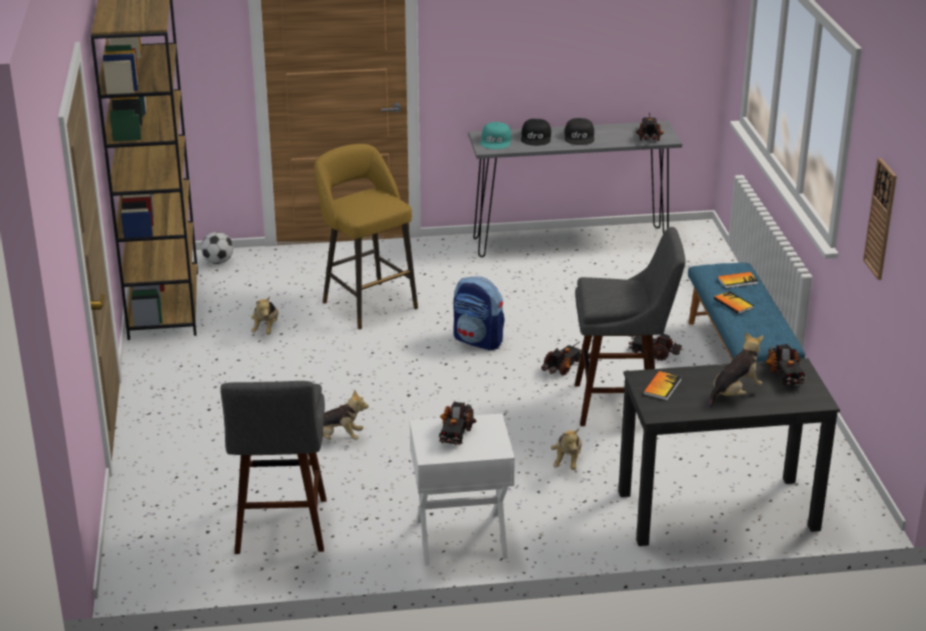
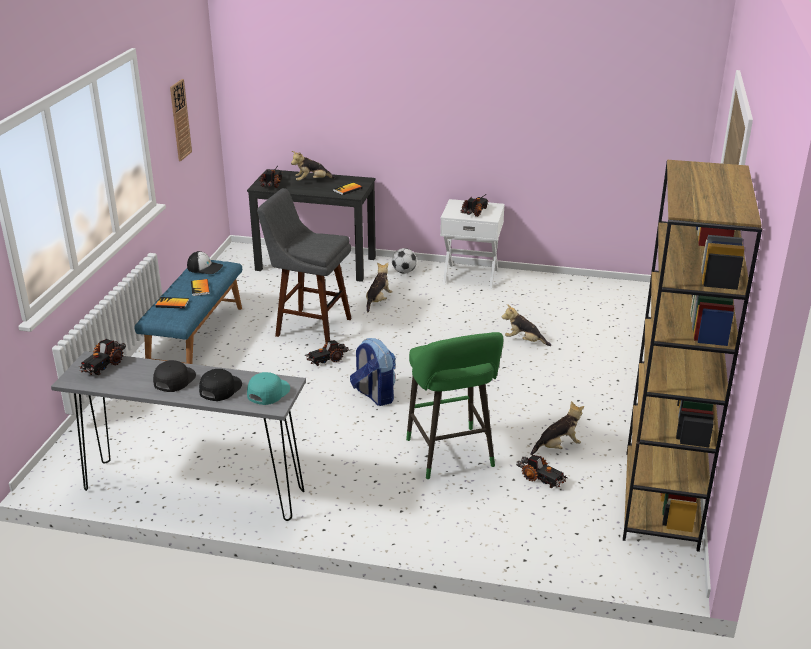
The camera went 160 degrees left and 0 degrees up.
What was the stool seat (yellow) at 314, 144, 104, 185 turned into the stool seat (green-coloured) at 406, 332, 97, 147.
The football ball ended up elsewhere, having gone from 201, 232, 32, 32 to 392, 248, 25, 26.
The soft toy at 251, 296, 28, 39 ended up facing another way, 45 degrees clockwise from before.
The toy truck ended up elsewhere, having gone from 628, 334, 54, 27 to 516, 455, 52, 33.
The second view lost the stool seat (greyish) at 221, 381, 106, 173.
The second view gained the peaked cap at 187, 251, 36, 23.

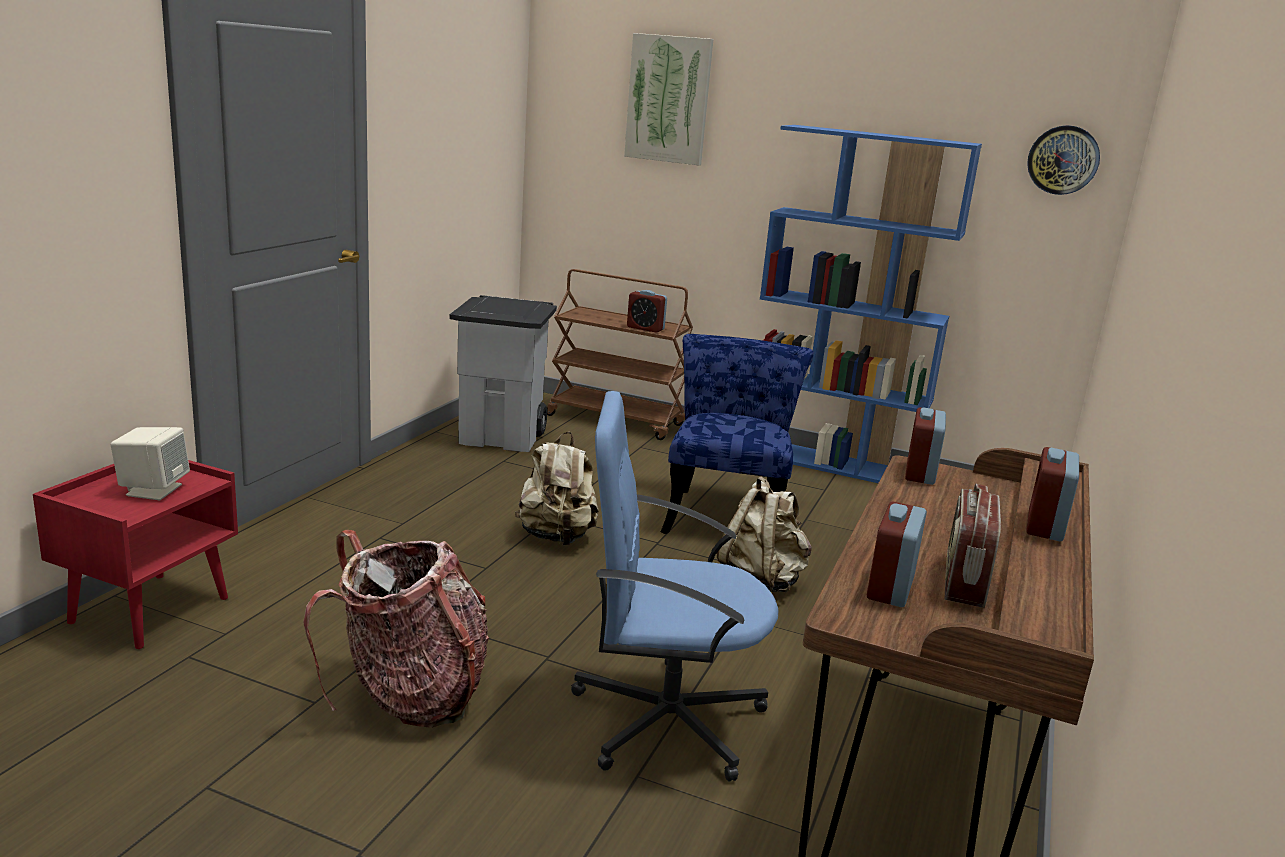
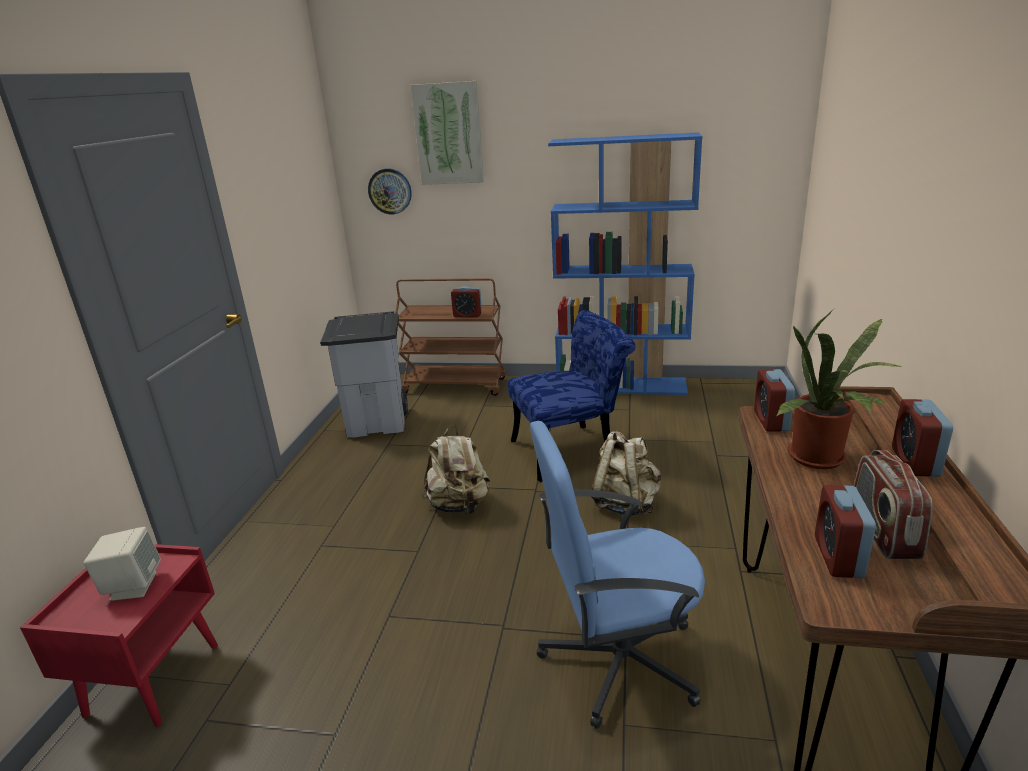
The camera went 10 degrees left and 5 degrees up.
The wall clock ended up elsewhere, having gone from 1027, 125, 73, 70 to 368, 168, 44, 47.
The upright chair (bluish) at 661, 334, 153, 200 ended up facing another way, 75 degrees clockwise from before.
The second view lost the rucksack at 303, 530, 186, 198.
The second view gained the potted plant at 776, 310, 126, 159.

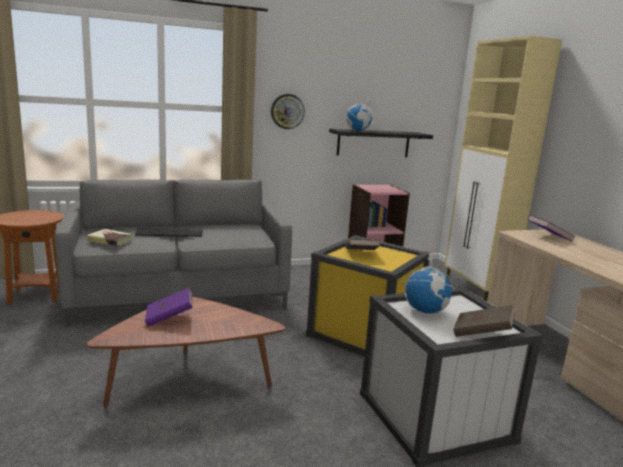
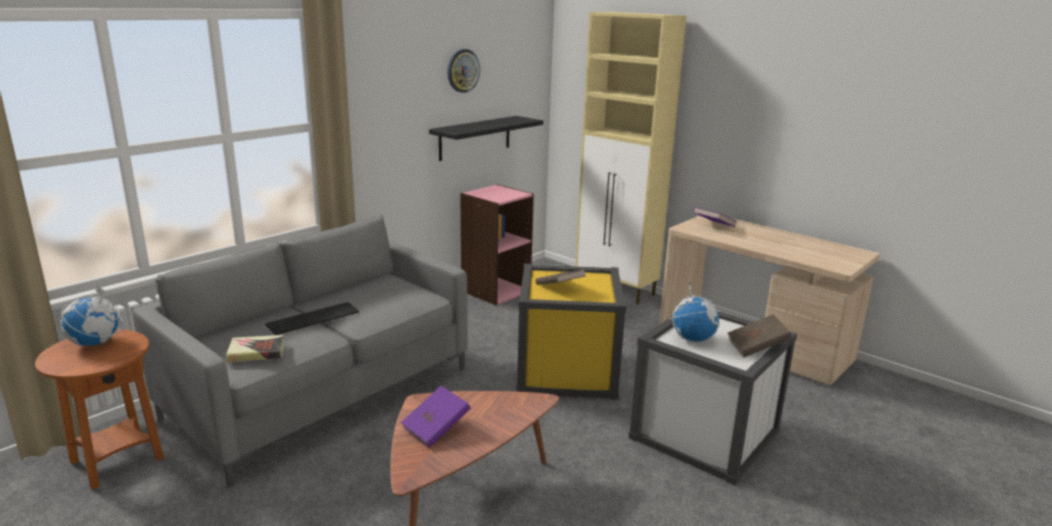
The camera went 30 degrees left and 5 degrees up.
The wall clock ended up elsewhere, having gone from 271, 94, 34, 35 to 447, 49, 33, 44.
The world globe ended up elsewhere, having gone from 346, 97, 27, 34 to 61, 284, 62, 62.

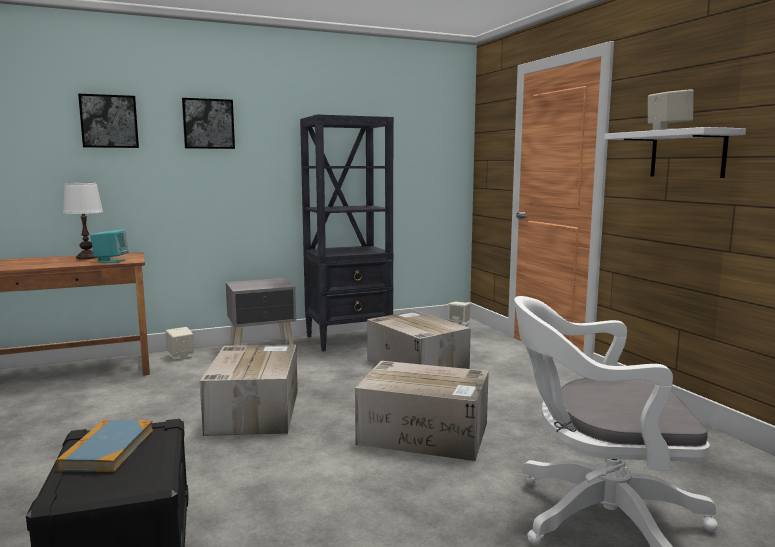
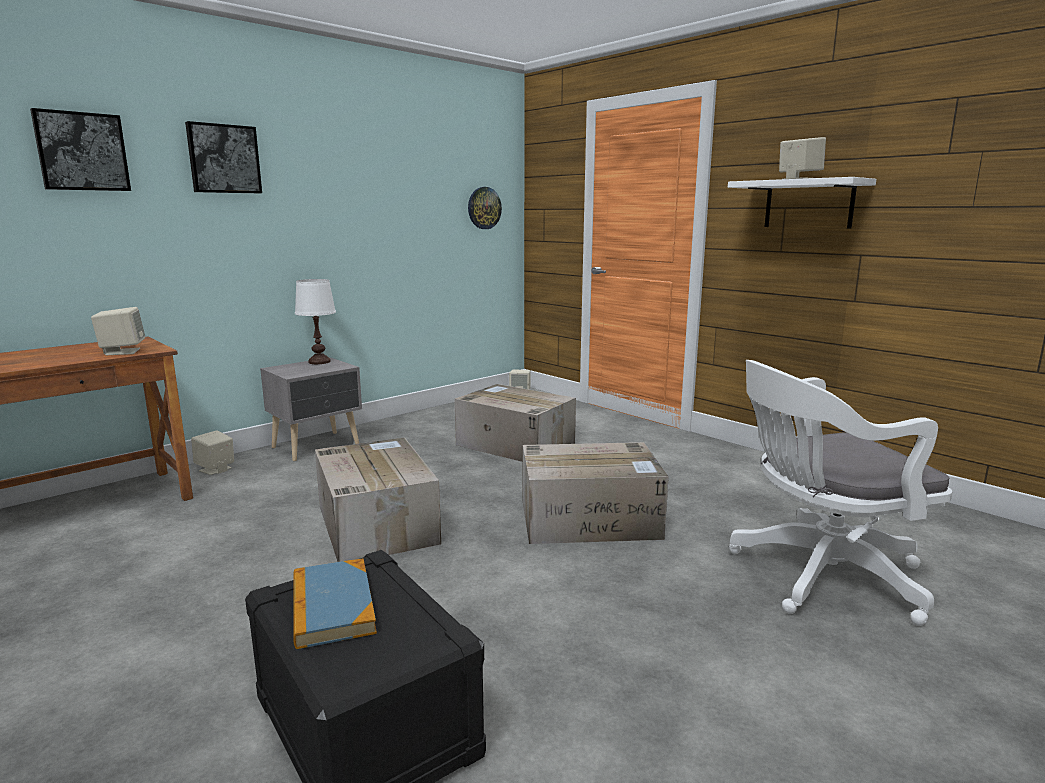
The camera went 20 degrees left and 5 degrees up.
The second view lost the shelving unit (black) at 300, 114, 94, 238.
The table lamp (white) ended up elsewhere, having gone from 63, 182, 40, 77 to 295, 279, 41, 85.
What was the loudspeaker (turquoise-coloured) at 90, 230, 39, 33 turned into the loudspeaker (beige-coloured) at 91, 307, 54, 48.
The second view gained the wall clock at 468, 187, 34, 42.

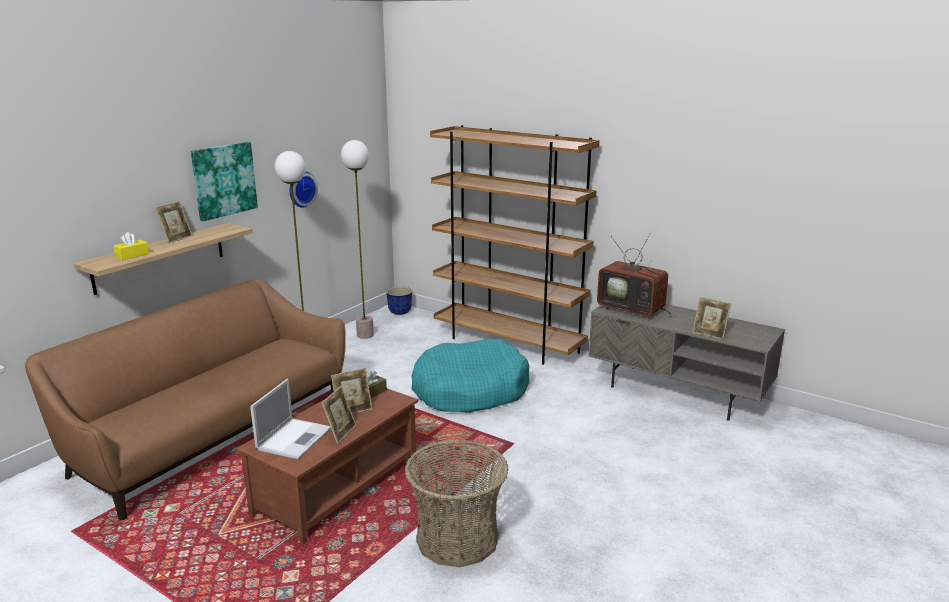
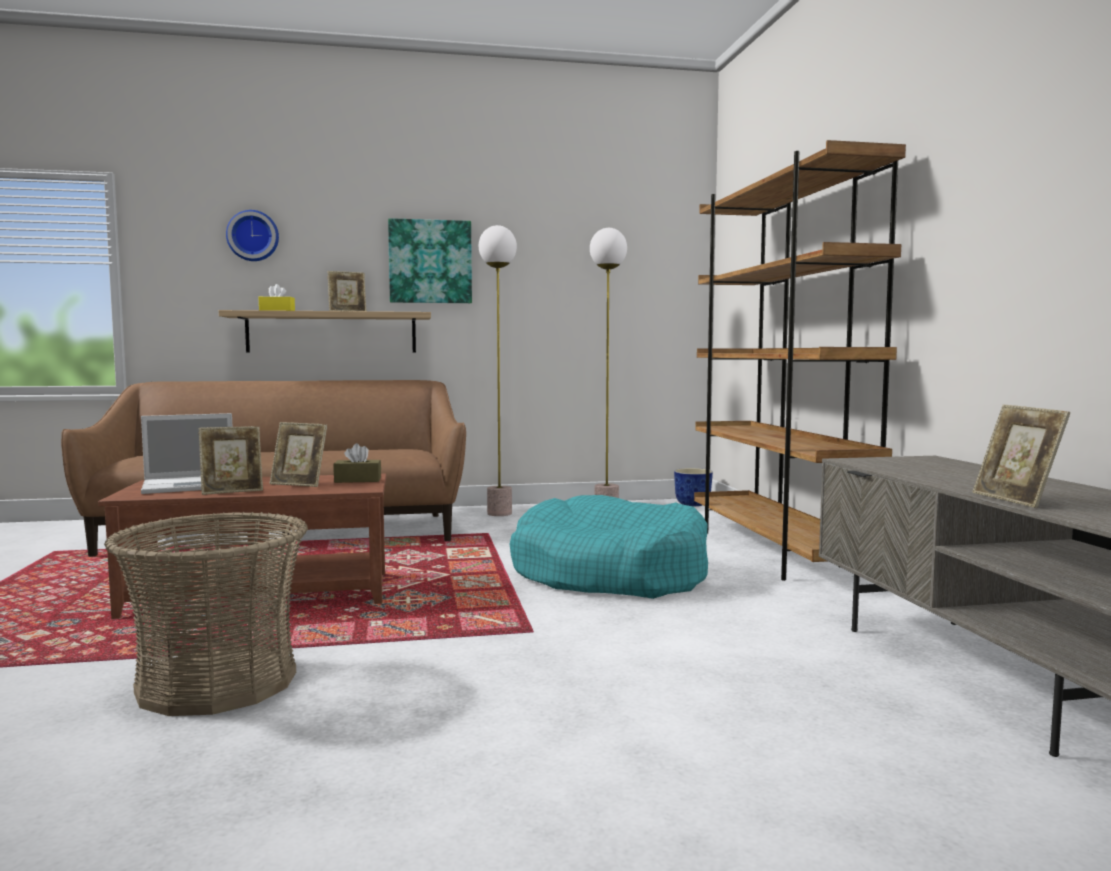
The camera went 45 degrees right and 15 degrees down.
The wall clock ended up elsewhere, having gone from 290, 171, 28, 37 to 226, 210, 53, 51.
The second view lost the TV set at 597, 233, 75, 85.

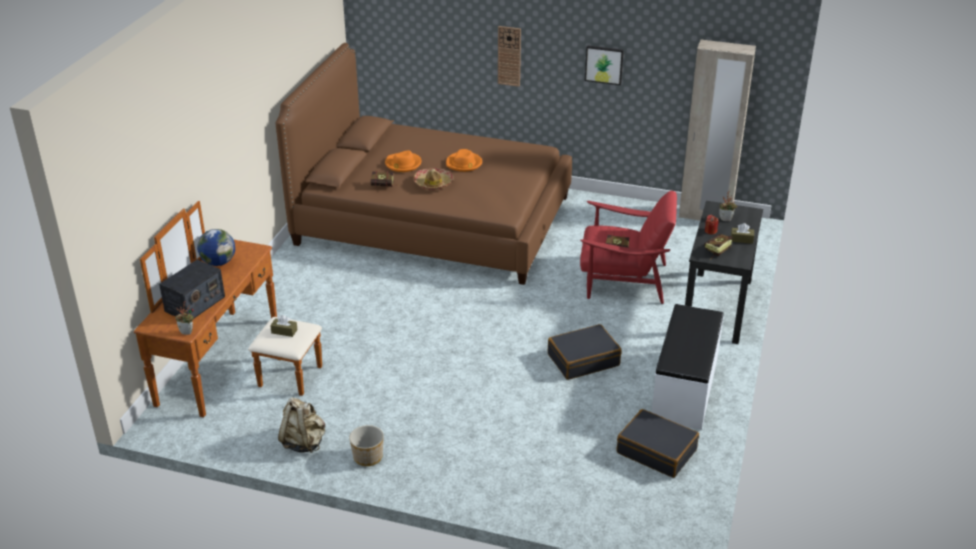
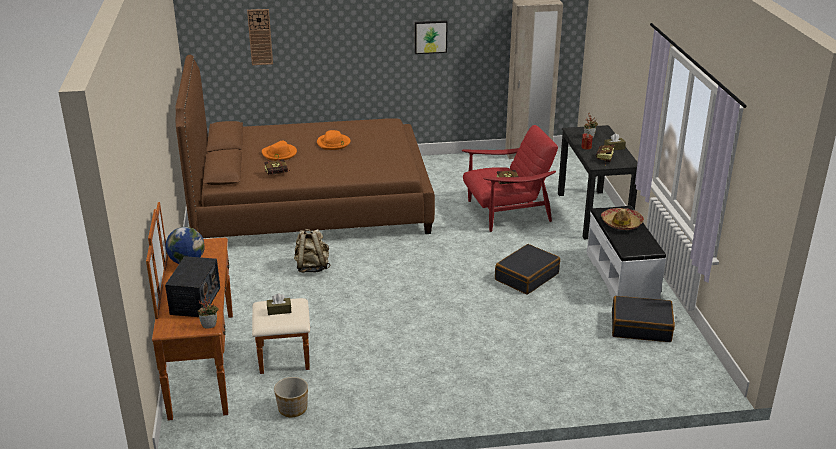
The camera went 25 degrees left and 5 degrees down.
The wall clock ended up elsewhere, having gone from 498, 26, 23, 61 to 247, 9, 26, 56.
The wearable hat ended up elsewhere, having gone from 413, 168, 41, 22 to 601, 208, 43, 22.
The rucksack (beige-coloured) ended up elsewhere, having gone from 278, 398, 47, 55 to 294, 229, 36, 44.
The flower pot ended up elsewhere, having gone from 349, 425, 35, 41 to 274, 377, 34, 40.

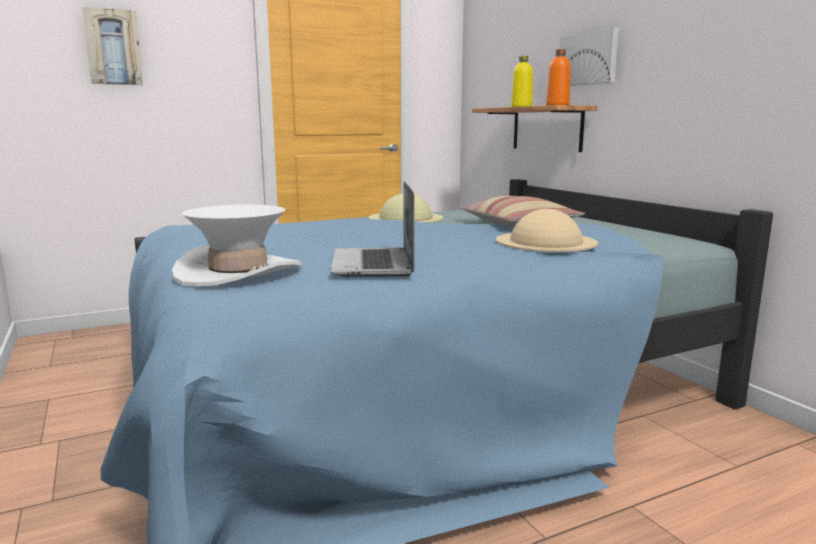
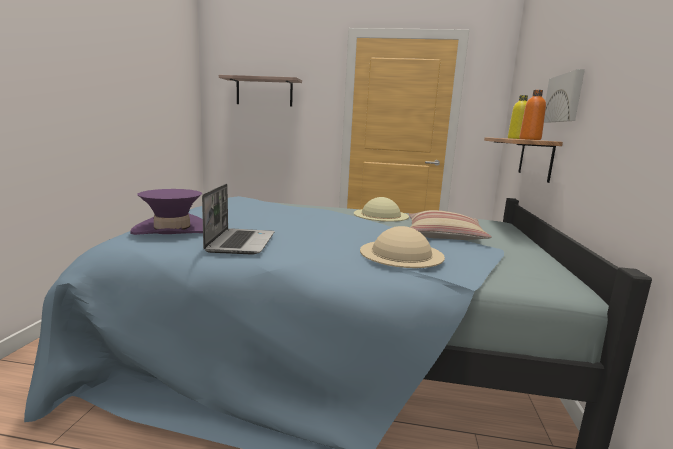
The camera went 35 degrees right and 0 degrees up.
Where the wall art hung at 82, 7, 61, 78, the wall shelf came to hang at 219, 75, 83, 32.
The portable computer at 331, 181, 83, 96 ended up facing another way, 150 degrees clockwise from before.
What was the wearable hat (white) at 172, 205, 130, 81 turned into the wearable hat (purplish) at 130, 189, 73, 46.

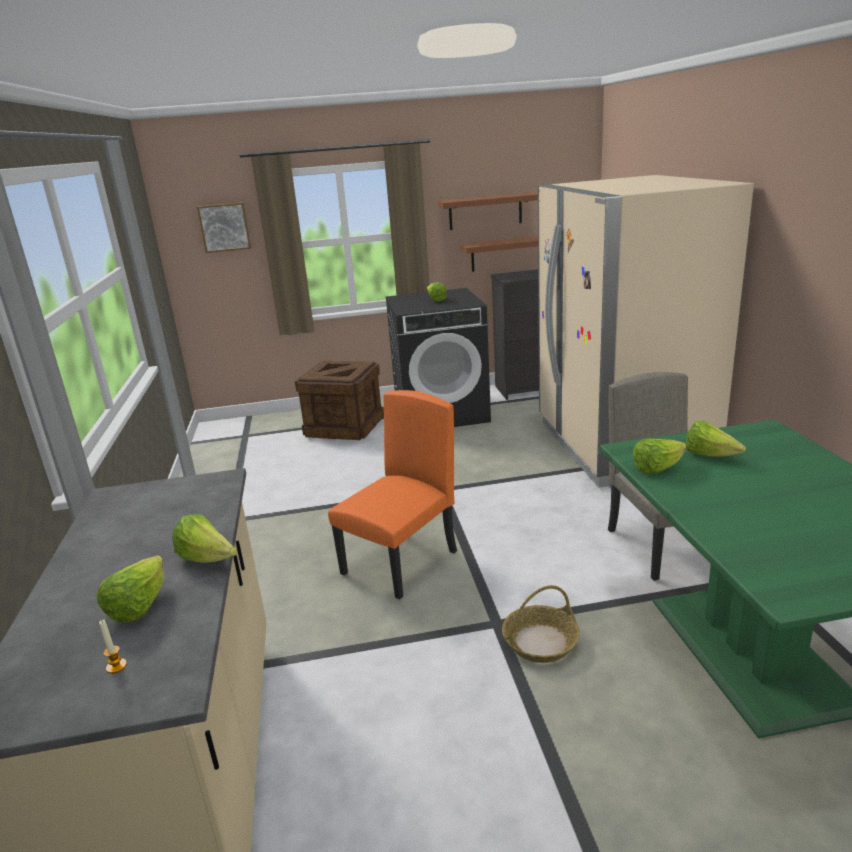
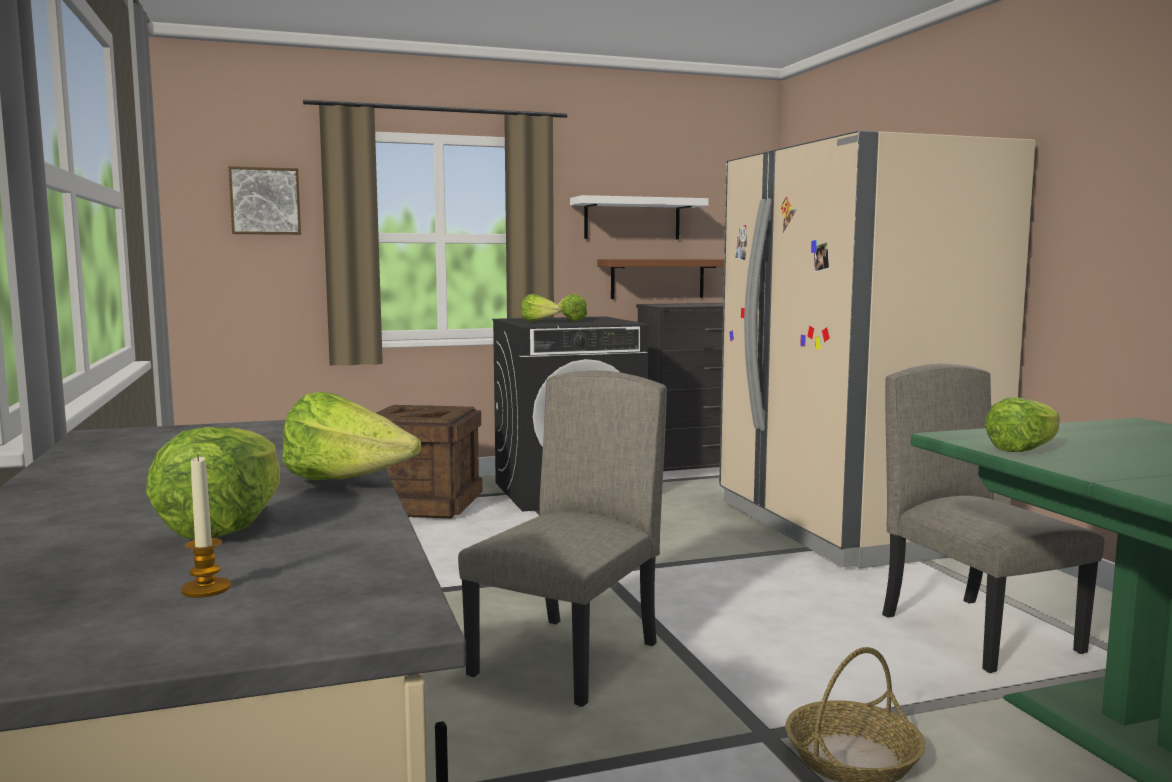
The camera went 10 degrees left and 15 degrees down.
What was the wall shelf (brownish) at 438, 192, 100, 38 turned into the wall shelf (white) at 570, 195, 139, 45.
What was the upright chair (orangey) at 328, 390, 129, 210 turned into the upright chair (beige-coloured) at 458, 371, 209, 336.
The head of lettuce ended up elsewhere, having gone from 686, 421, 60, 36 to 521, 294, 41, 28.

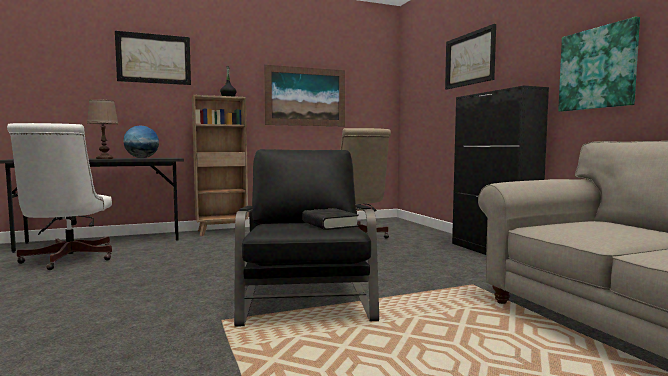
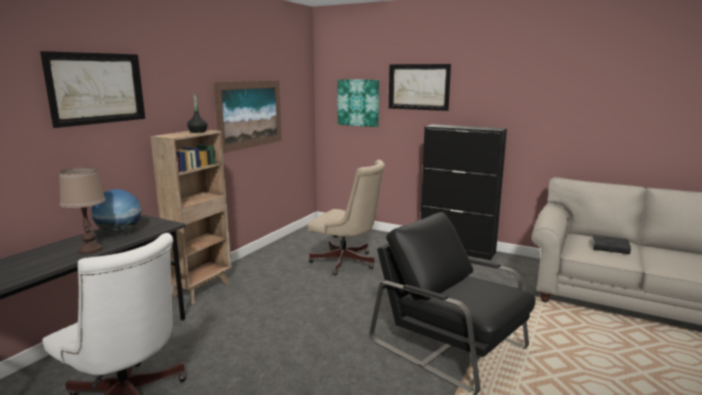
The camera went 40 degrees left and 10 degrees up.
The wall art ended up elsewhere, having gone from 558, 17, 82, 95 to 337, 79, 42, 48.
The bound book (black) ended up elsewhere, having gone from 302, 208, 57, 22 to 591, 235, 40, 19.

